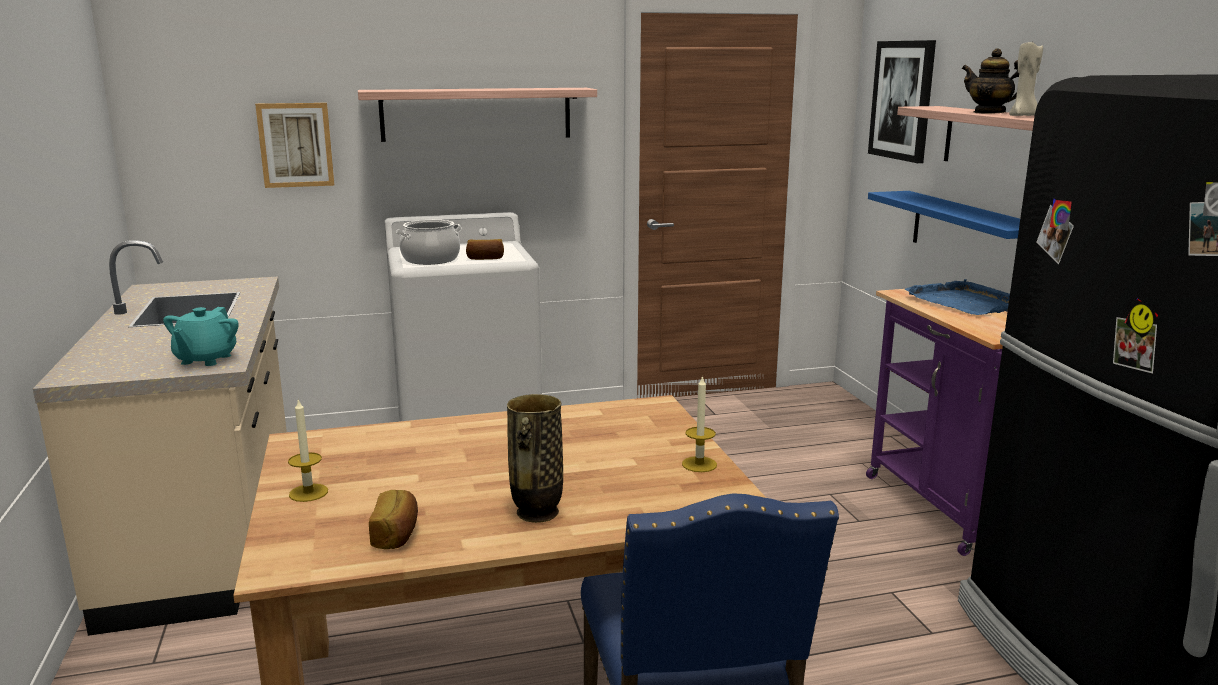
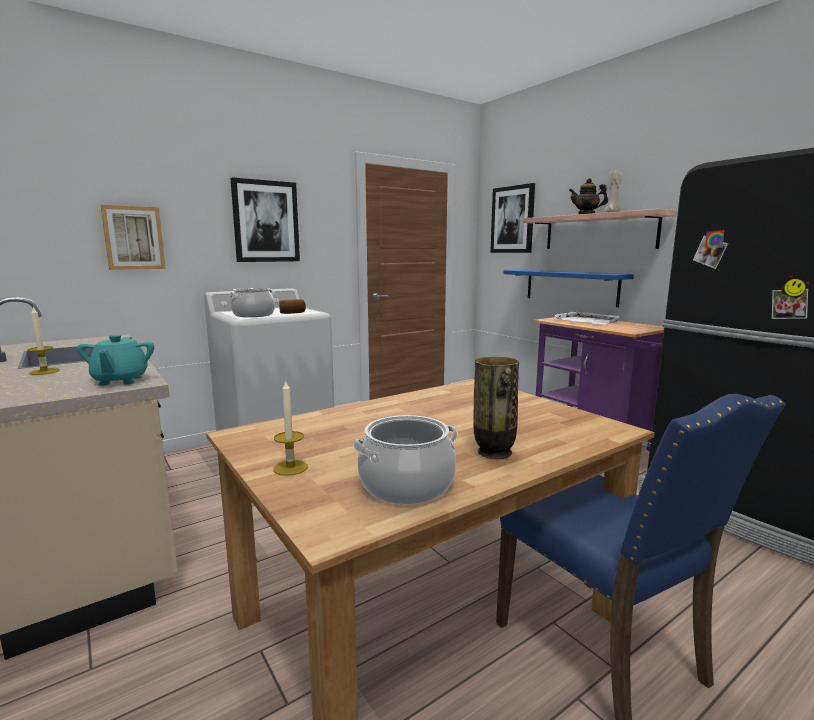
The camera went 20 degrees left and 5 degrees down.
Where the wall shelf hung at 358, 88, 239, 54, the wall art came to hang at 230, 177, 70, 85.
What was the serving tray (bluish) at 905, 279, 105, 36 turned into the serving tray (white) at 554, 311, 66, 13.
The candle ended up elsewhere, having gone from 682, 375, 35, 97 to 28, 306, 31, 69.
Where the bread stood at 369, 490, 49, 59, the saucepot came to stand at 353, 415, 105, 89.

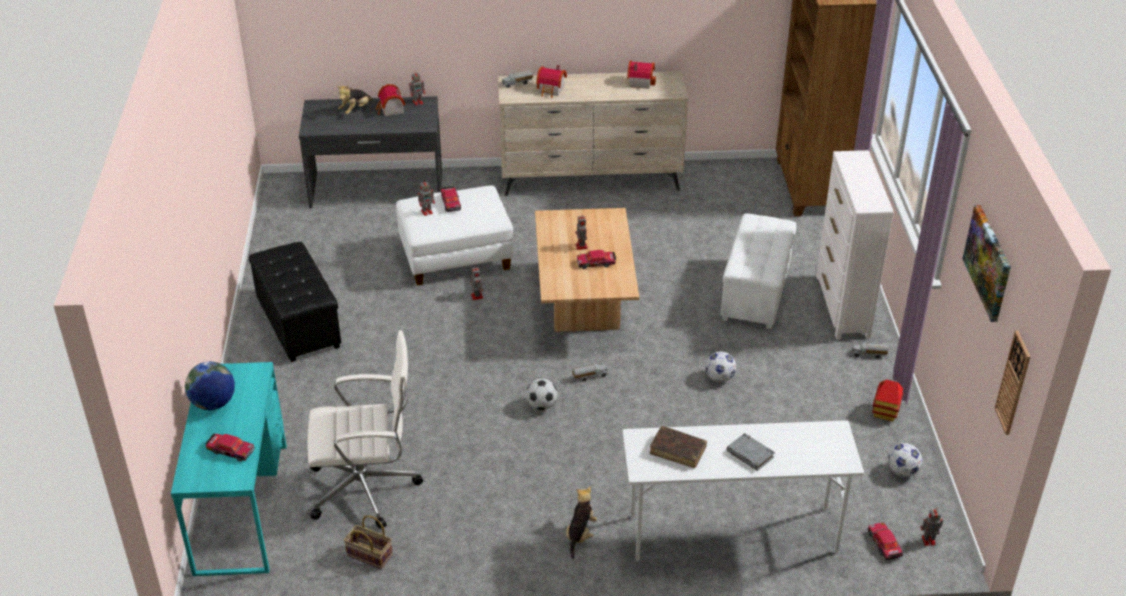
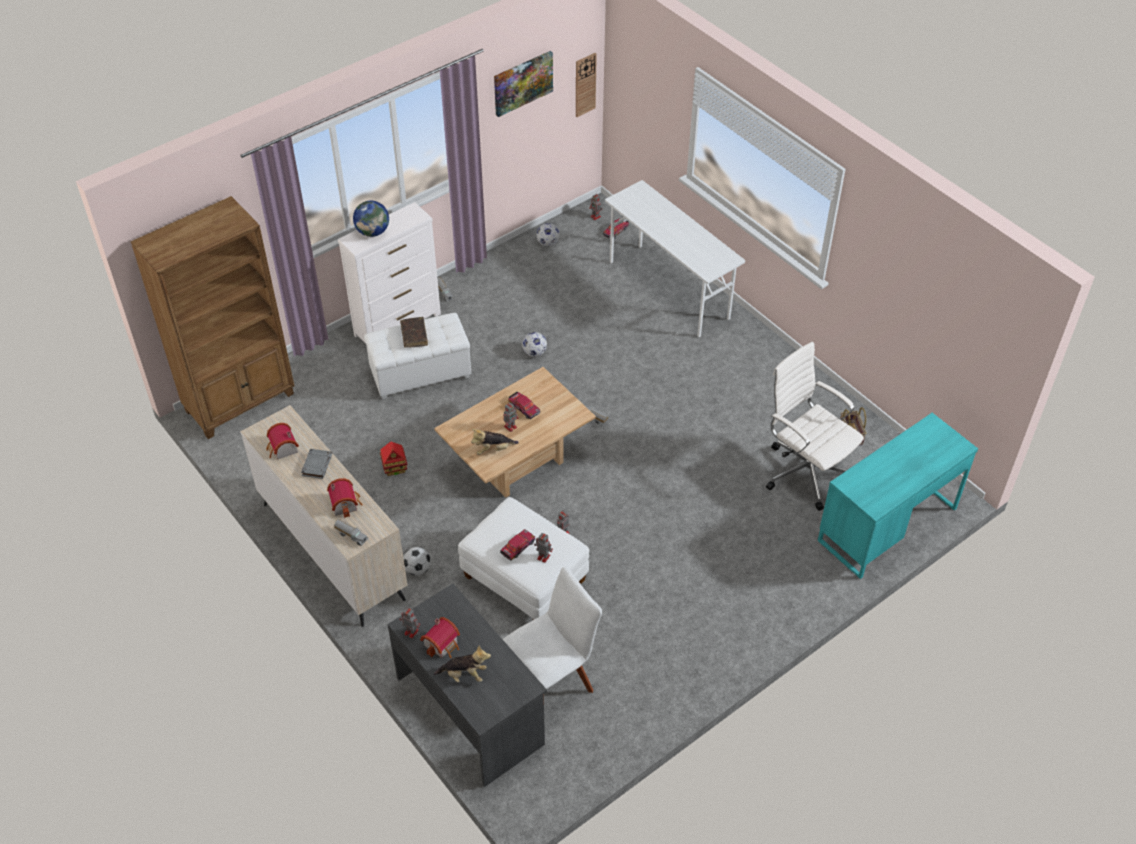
The camera went 125 degrees left and 10 degrees up.
The second view lost the pouffe (black) at 249, 242, 92, 120.
The world globe ended up elsewhere, having gone from 185, 362, 50, 48 to 353, 201, 36, 36.
The football ball ended up elsewhere, having gone from 526, 379, 32, 31 to 403, 547, 28, 28.
The toy house ended up elsewhere, having gone from 872, 380, 32, 42 to 380, 442, 27, 34.
The bound book (brownish) ended up elsewhere, having gone from 650, 426, 57, 42 to 400, 317, 28, 31.
The bound book (greyish) ended up elsewhere, having gone from 726, 433, 49, 38 to 301, 449, 31, 30.
The second view lost the miniature car at 205, 434, 50, 28.
The soft toy ended up elsewhere, having gone from 566, 486, 31, 73 to 471, 429, 48, 26.
The second view gained the upright chair (white) at 503, 567, 99, 126.

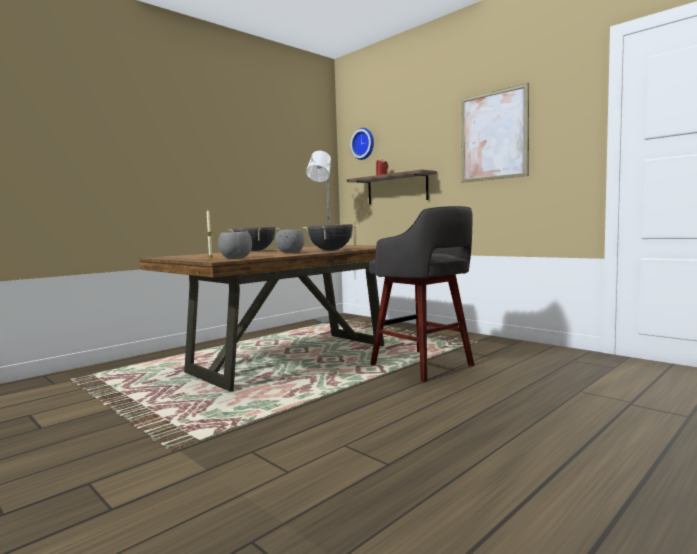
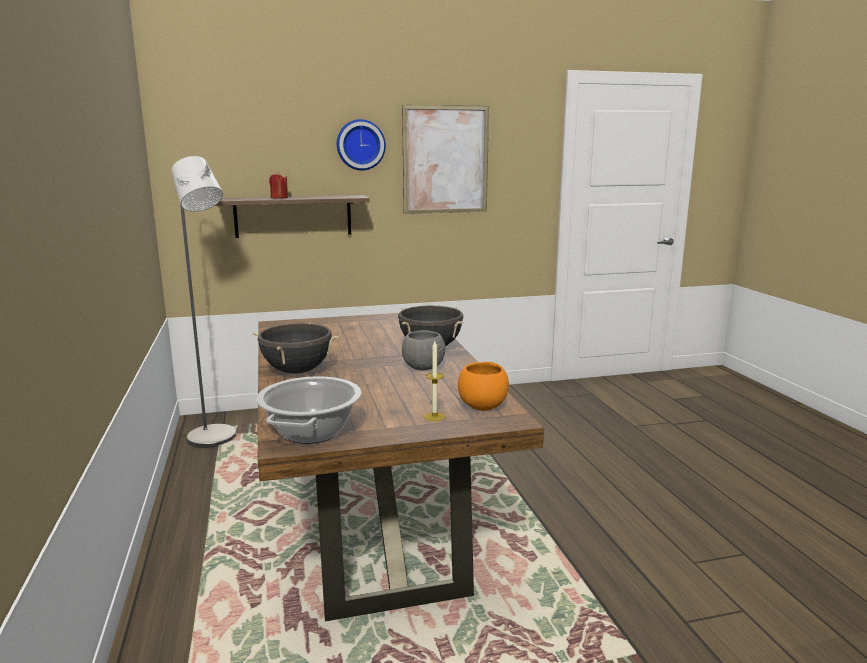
The camera went 60 degrees left and 10 degrees up.
The wall clock ended up elsewhere, having gone from 350, 128, 24, 32 to 337, 119, 49, 52.
The second view lost the stool seat (greyish) at 369, 206, 106, 176.
What was the serving bowl (greyish) at 218, 231, 34, 28 turned into the serving bowl (orangey) at 458, 362, 51, 49.
The second view gained the saucepot at 256, 376, 105, 68.

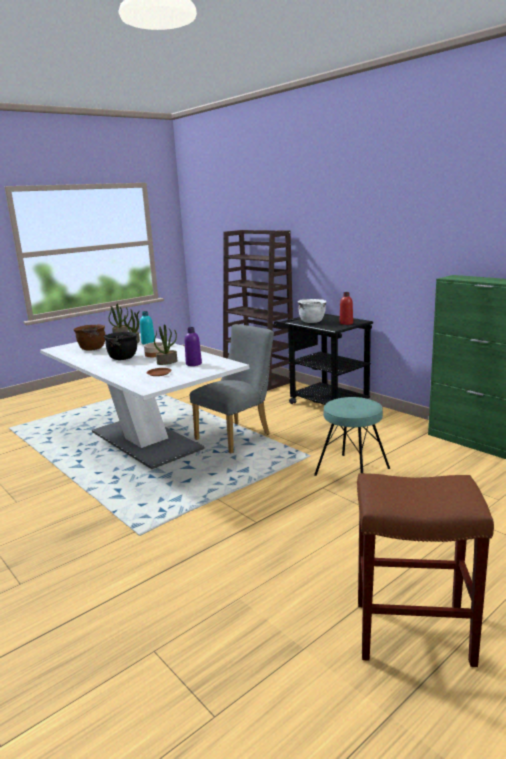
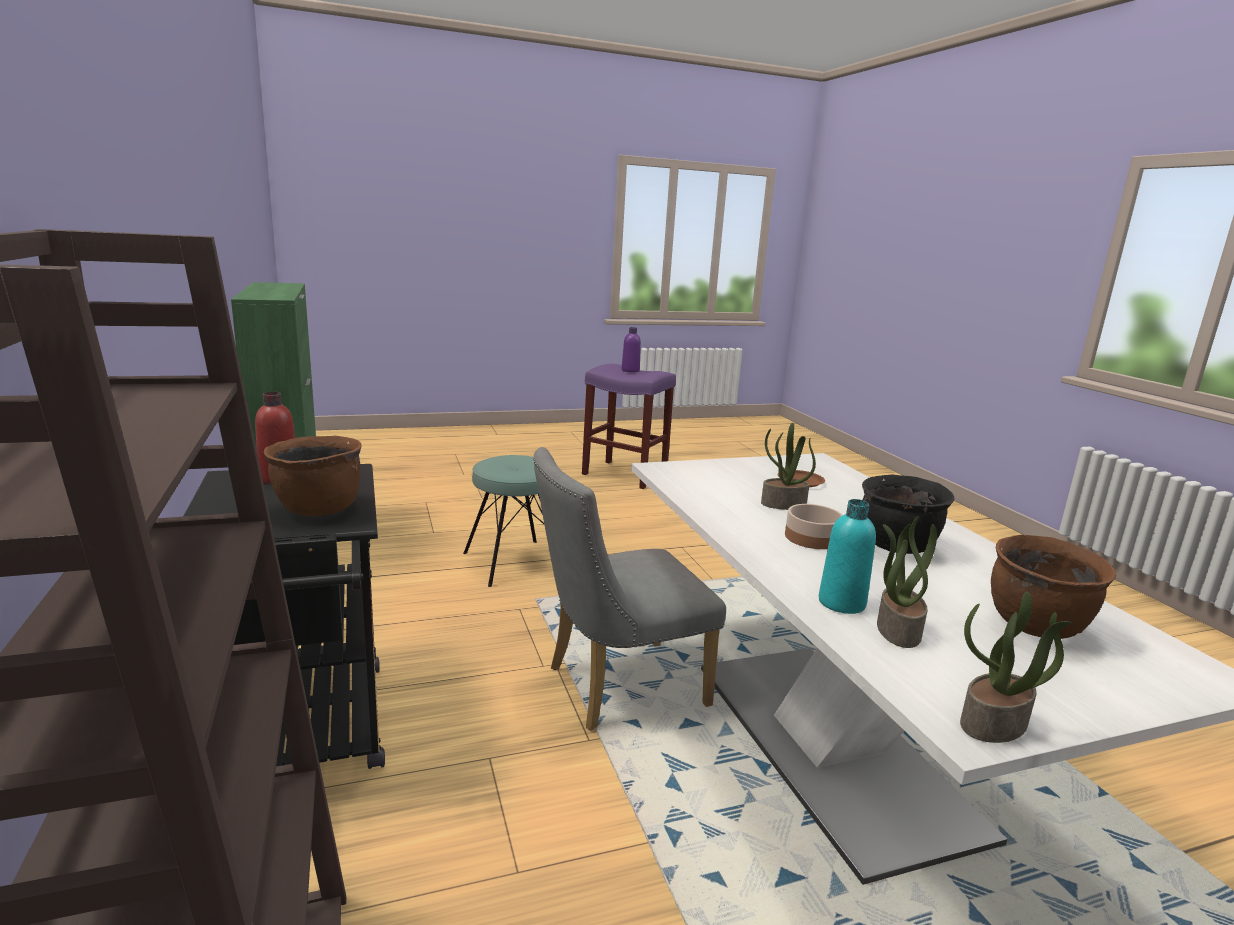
The camera went 160 degrees left and 0 degrees up.
What was the saucepot (white) at 298, 299, 28, 24 turned into the saucepot (brownish) at 264, 436, 98, 80.
The beverage bottle (purplish) ended up elsewhere, having gone from 185, 327, 17, 39 to 621, 327, 20, 45.
What was the stool seat (brownish) at 357, 473, 137, 194 turned into the stool seat (purplish) at 582, 364, 94, 125.

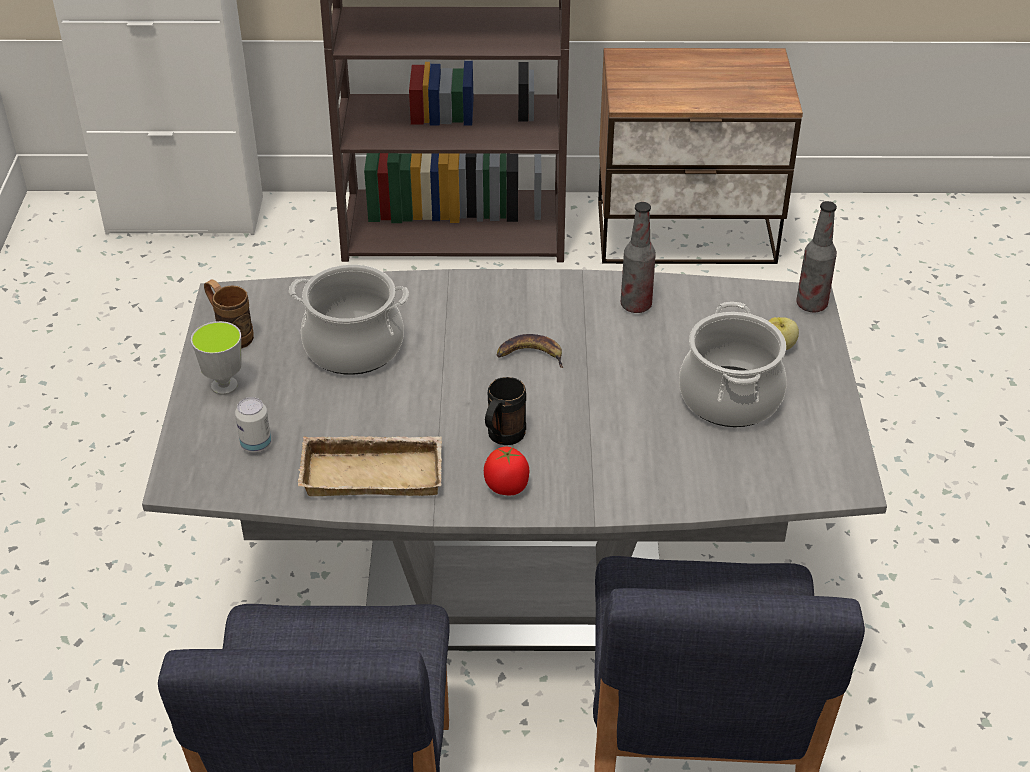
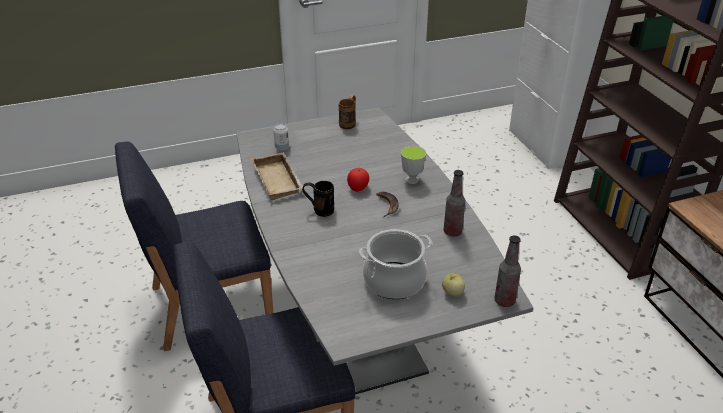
The camera went 70 degrees right and 5 degrees down.
The second view lost the saucepot at 289, 264, 120, 111.
The drinking cup ended up elsewhere, having gone from 191, 321, 50, 74 to 401, 146, 25, 38.
The whole tomato ended up elsewhere, having gone from 484, 446, 46, 49 to 347, 168, 22, 24.

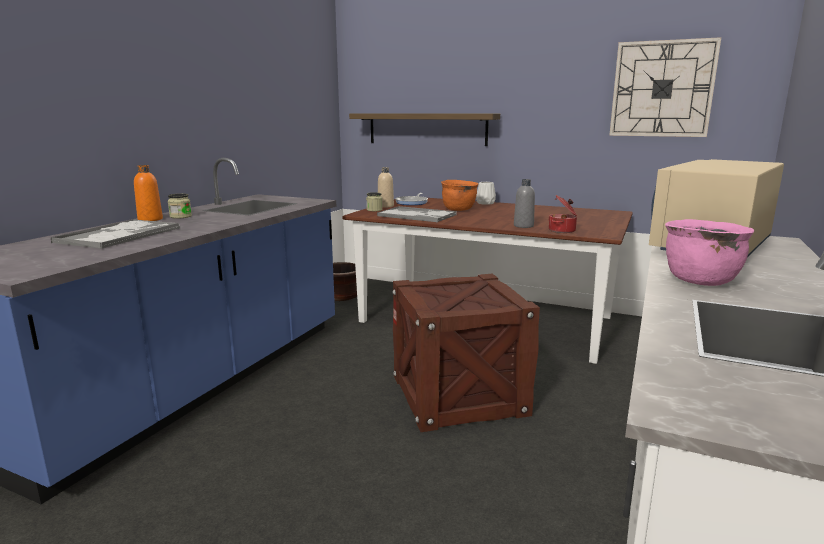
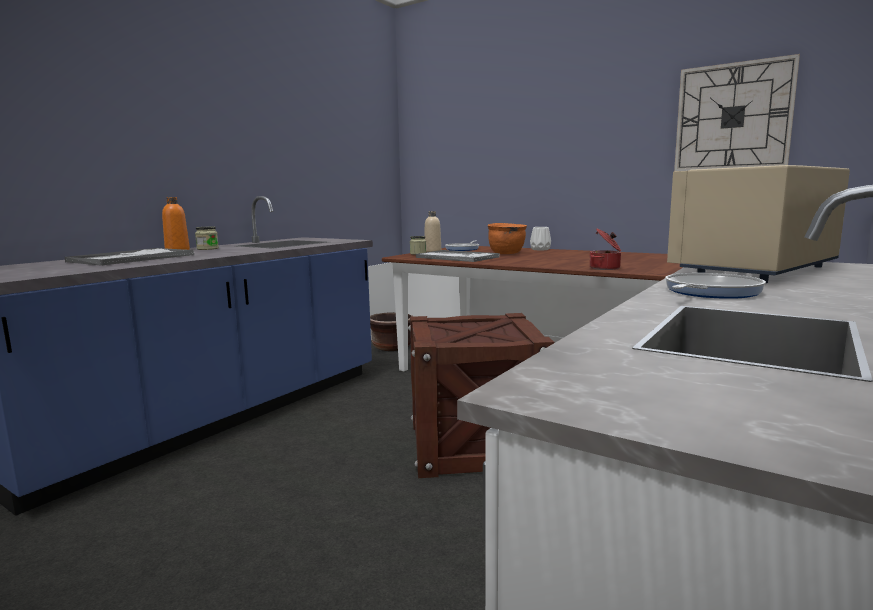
The camera went 10 degrees right and 5 degrees down.
The second view lost the wall shelf at 349, 113, 151, 33.
The second view lost the beverage bottle (greyish) at 514, 179, 21, 49.
Where the saucepot (pinkish) stood at 665, 219, 89, 67, the frying pan came to stand at 665, 273, 101, 26.

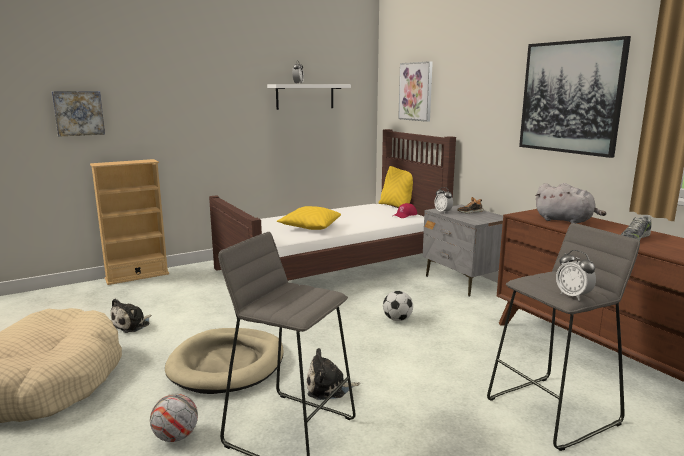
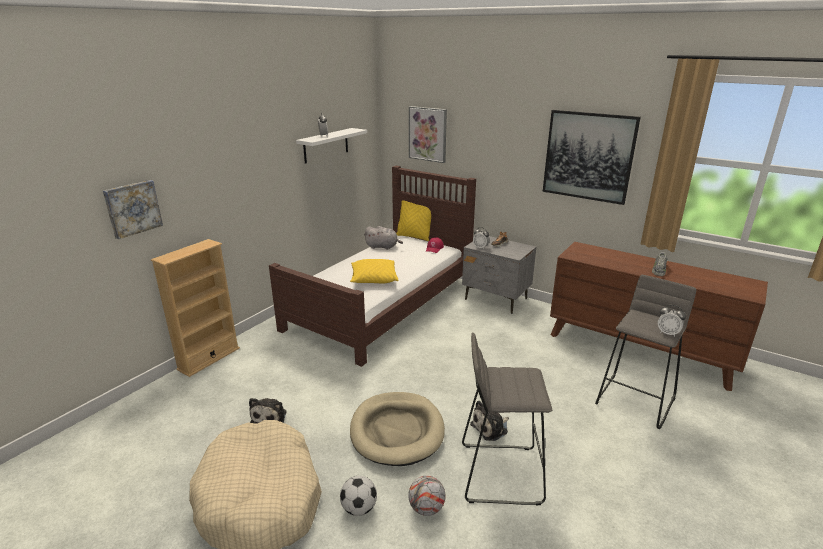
The camera went 25 degrees left and 10 degrees up.
The soft toy (greyish) ended up elsewhere, having gone from 535, 183, 71, 40 to 364, 226, 39, 24.
The football ball ended up elsewhere, having gone from 383, 291, 30, 30 to 340, 476, 37, 40.

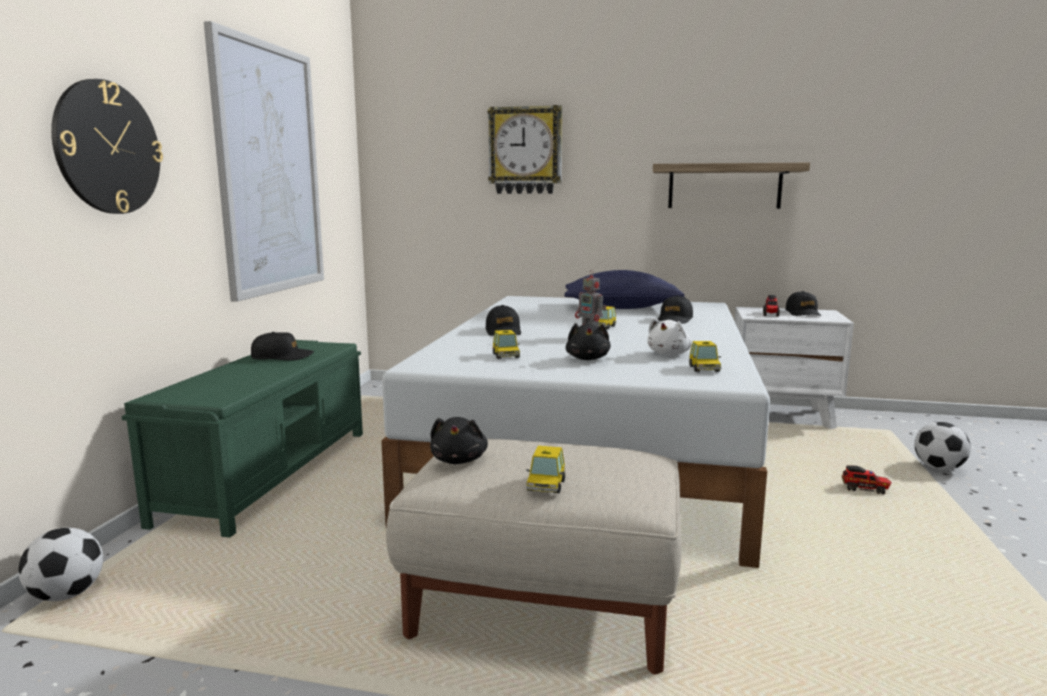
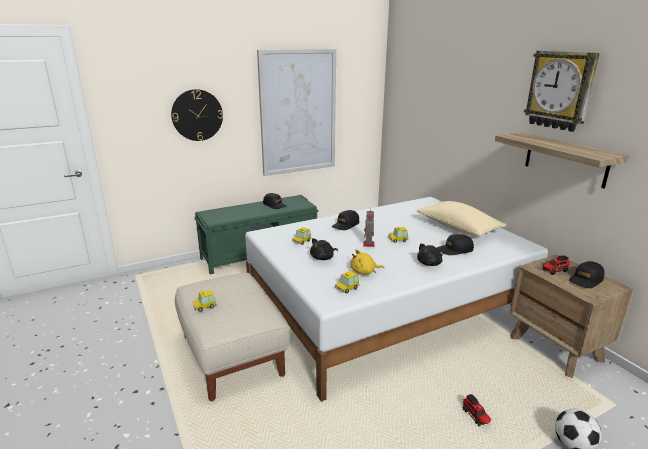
The camera went 50 degrees right and 10 degrees up.
The wall clock ended up elsewhere, having gone from 487, 105, 75, 89 to 524, 51, 76, 81.
What was the pillow (bluish) at 564, 270, 121, 39 turned into the pillow (beige-coloured) at 417, 201, 89, 36.
What was the night table (white) at 735, 307, 119, 122 turned into the night table (brownish) at 510, 254, 123, 124.
What was the soft toy (white) at 647, 318, 45, 37 turned into the soft toy (yellow) at 351, 249, 34, 26.
The soft toy (black) ended up elsewhere, having gone from 430, 417, 58, 47 to 417, 243, 26, 23.
The second view lost the football ball at 18, 528, 85, 73.

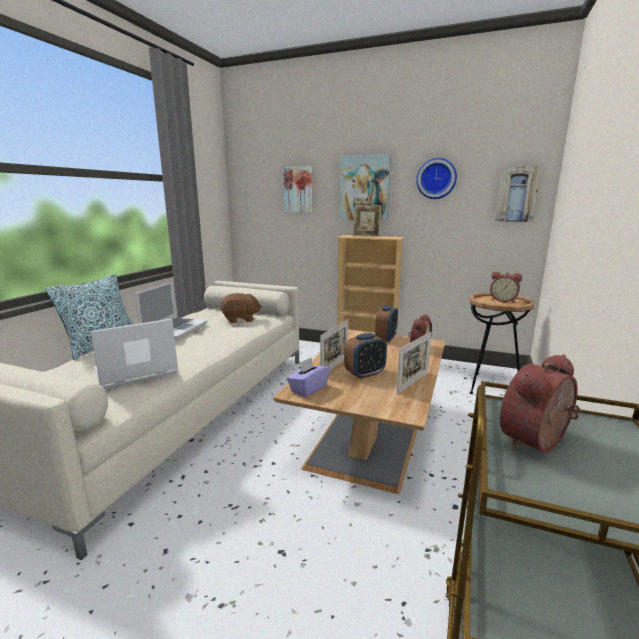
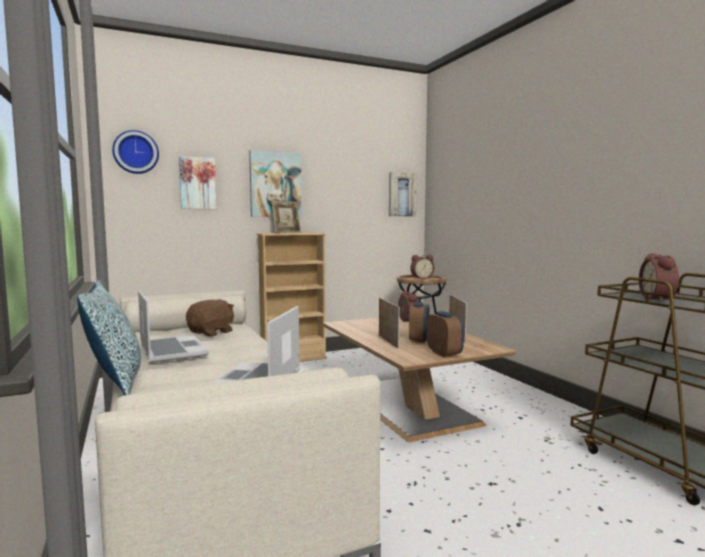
The camera went 45 degrees left and 10 degrees down.
The wall clock ended up elsewhere, having gone from 416, 158, 41, 41 to 112, 130, 47, 44.
The table clock ended up elsewhere, having gone from 375, 305, 23, 37 to 427, 311, 37, 46.
The second view lost the box of tissues (purplish) at 287, 358, 43, 39.

